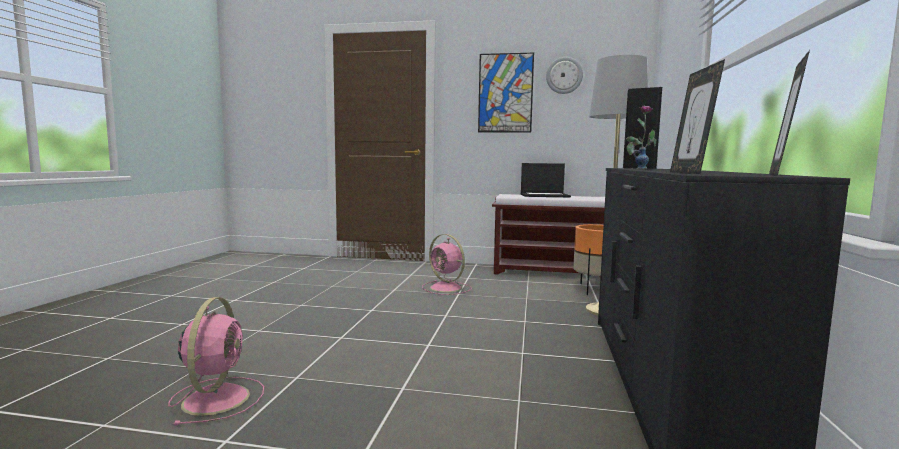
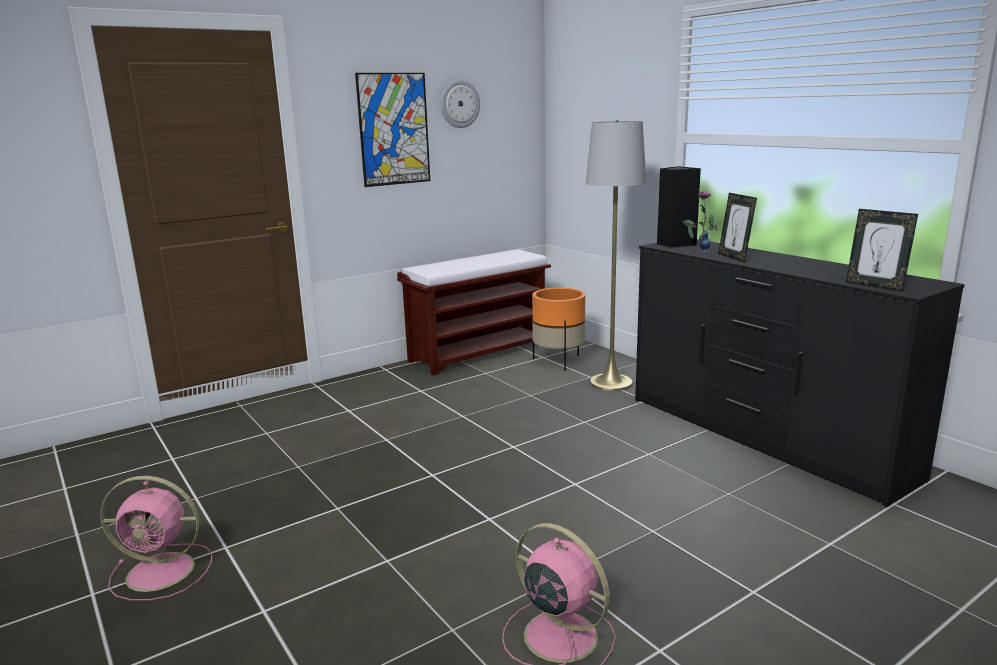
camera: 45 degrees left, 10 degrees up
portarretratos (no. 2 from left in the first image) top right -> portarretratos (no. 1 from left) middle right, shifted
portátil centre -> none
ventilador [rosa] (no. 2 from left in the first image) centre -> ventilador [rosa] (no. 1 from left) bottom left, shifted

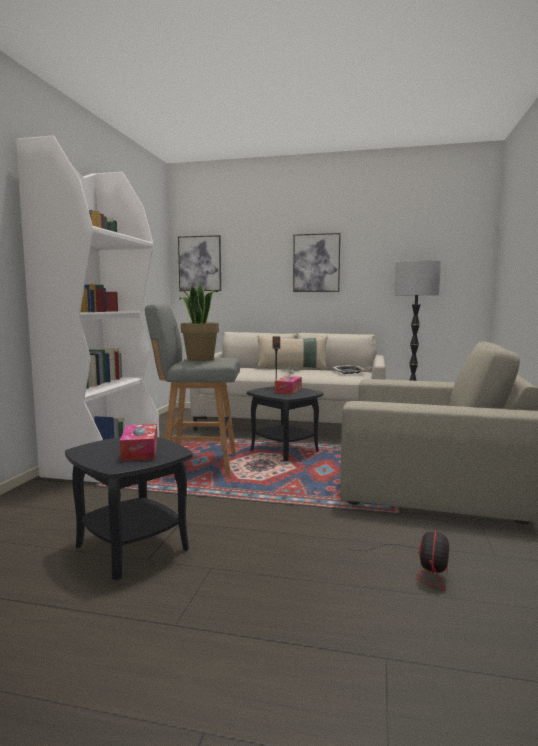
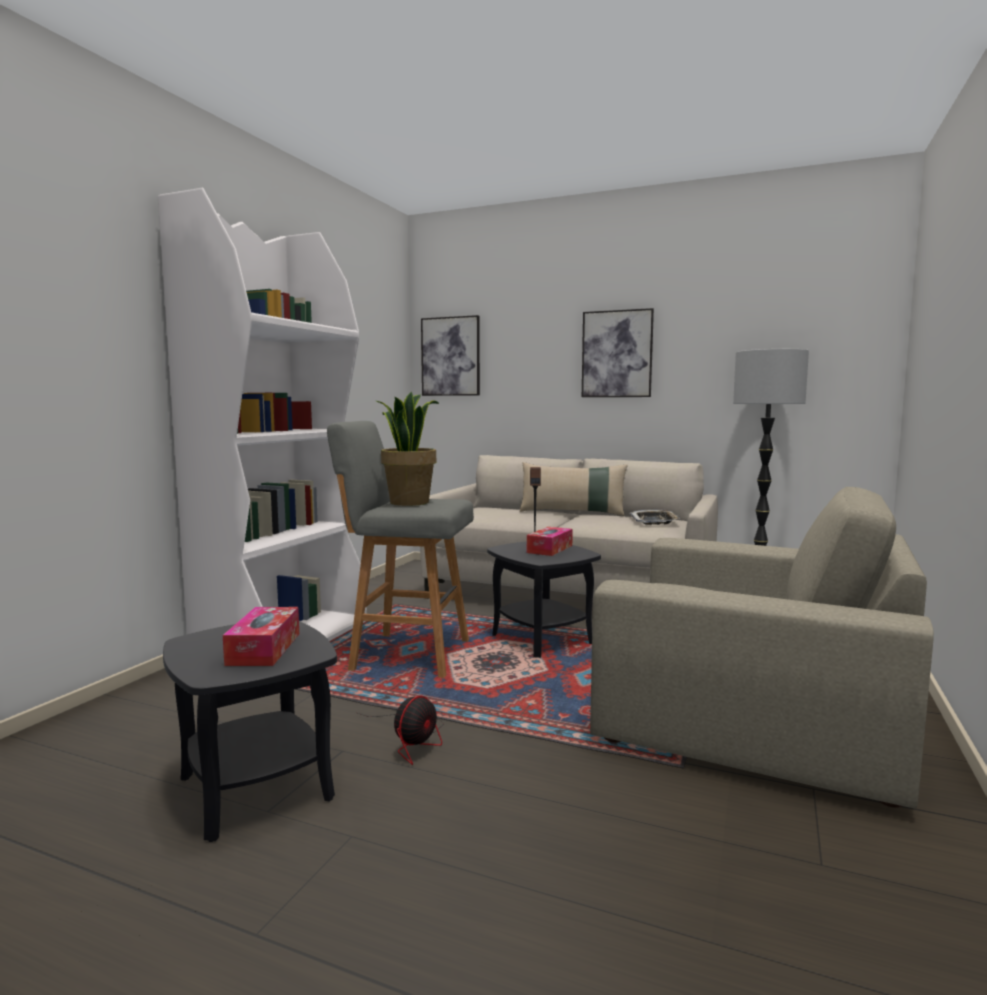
camera: 10 degrees right, 0 degrees up
ventilador bottom right -> ventilador bottom centre, shifted

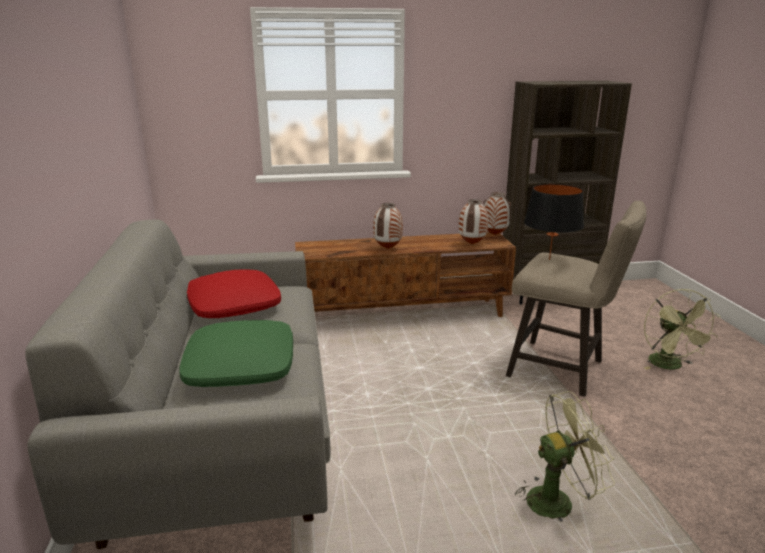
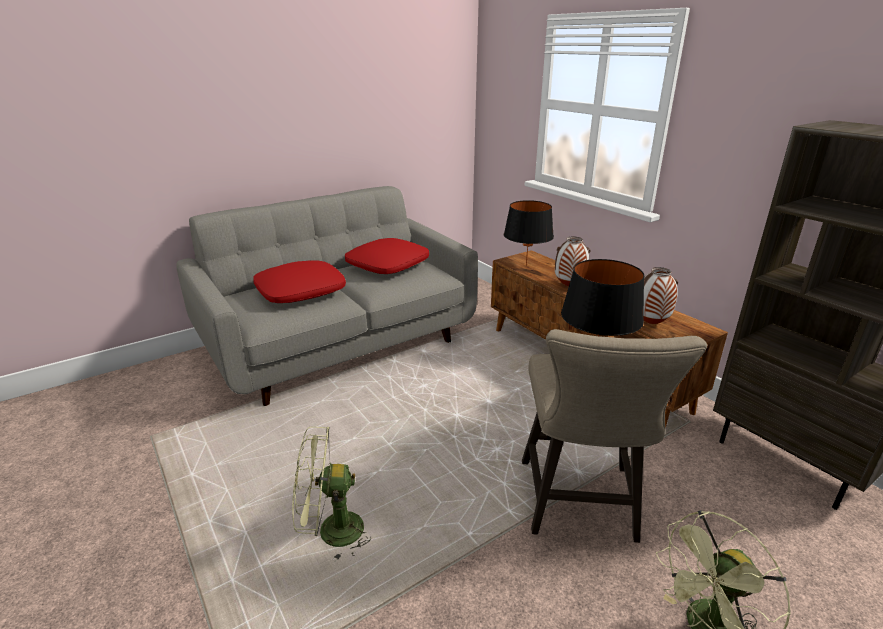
camera: 65 degrees right, 5 degrees up
florero (no. 3 from left) centre -> none
cojín [verde] middle left -> cojín [rojo] (no. 1 from left) centre
ventilador [verde] (no. 1 from left) bottom right -> ventilador [verde] (no. 1 from left) bottom centre, 120 degrees clockwise
none -> lámpara de mesa [negro] (no. 1 from left) centre

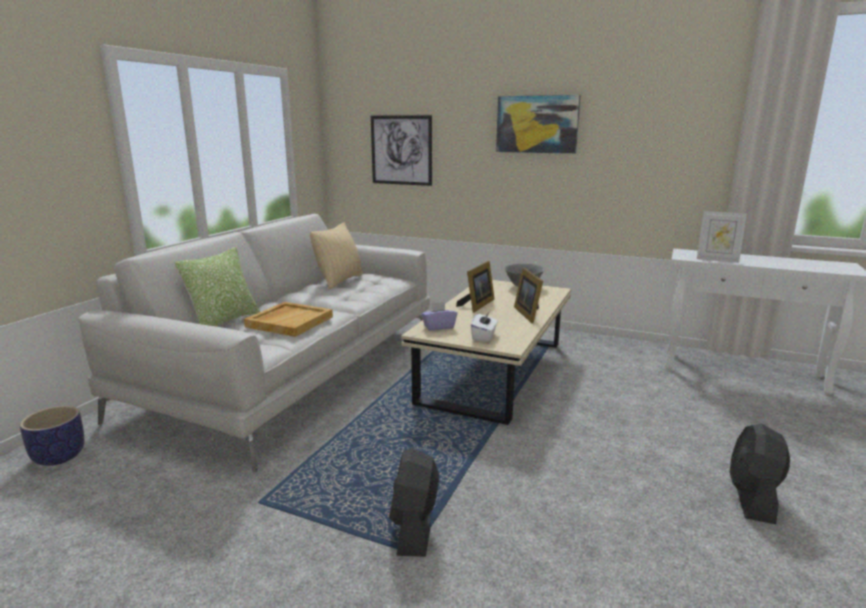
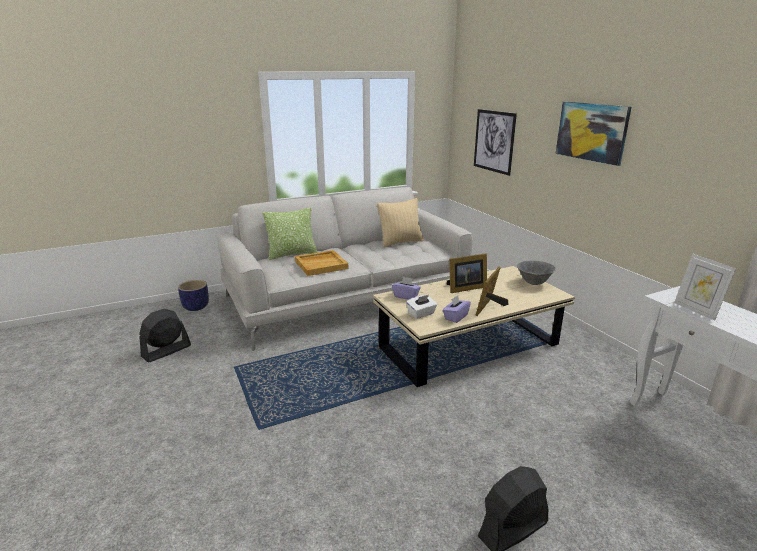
camera: 40 degrees right, 5 degrees up
ventilador [negro] (no. 1 from left) bottom centre -> ventilador [negro] (no. 1 from left) middle left, shifted
none -> caja de pañuelos [morado] (no. 2 from left) centre

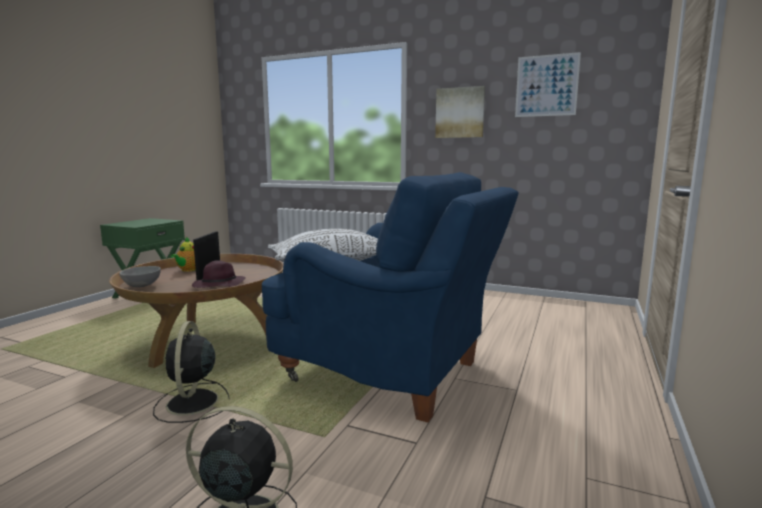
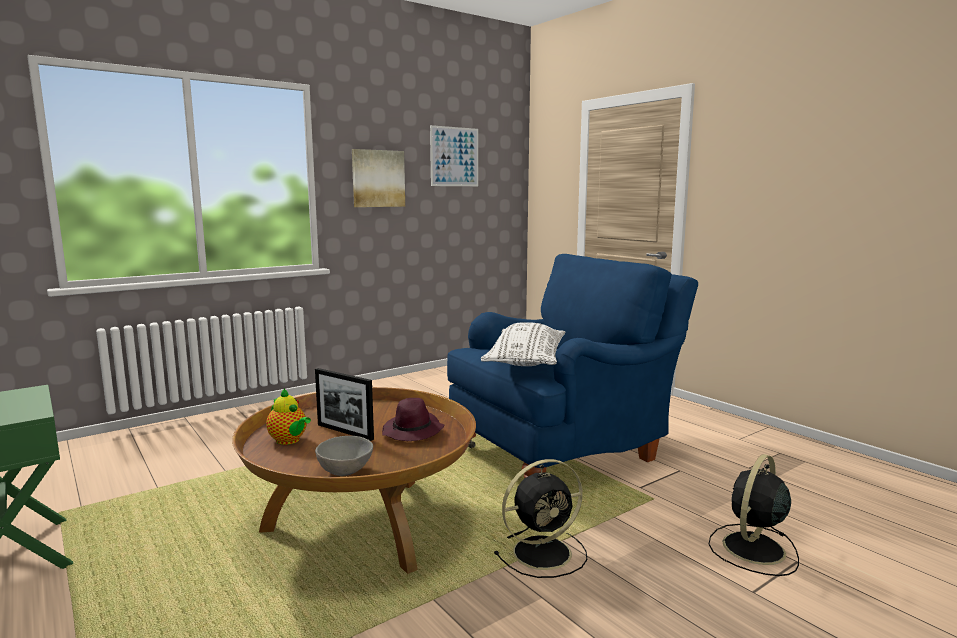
camera: 60 degrees left, 0 degrees up
ventilador [negro] (no. 1 from left) bottom left -> ventilador [negro] (no. 1 from left) bottom centre, 45 degrees counterclockwise

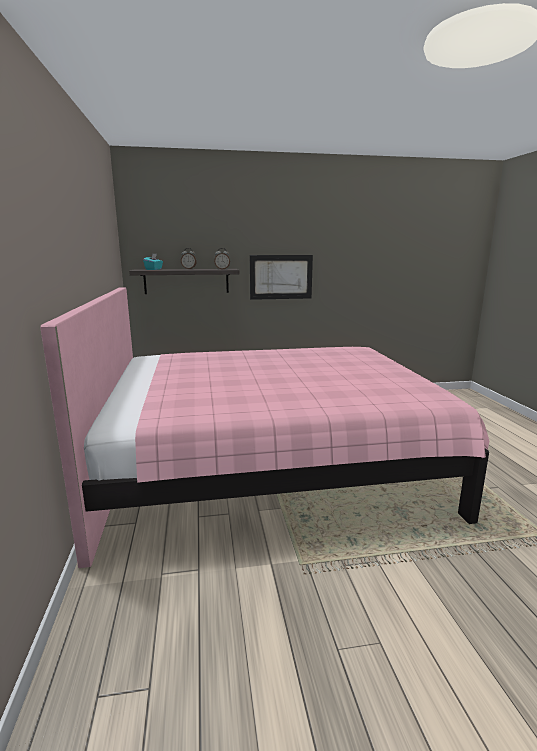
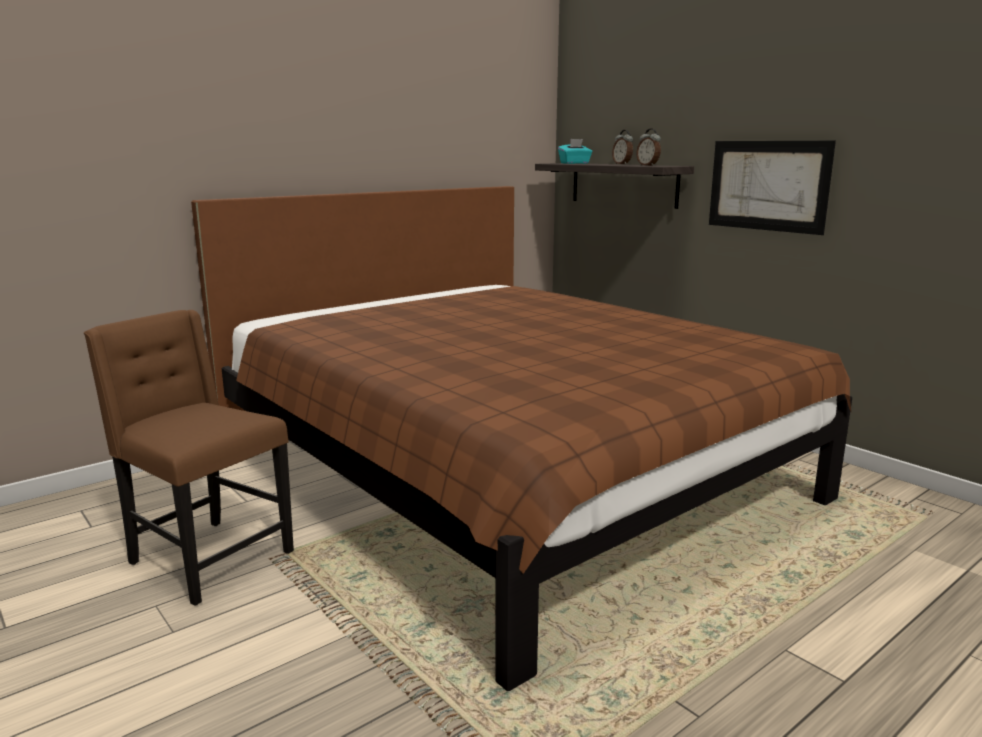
camera: 60 degrees right, 0 degrees up
cama [rosa] centre -> cama [marrón] centre
none -> silla [marrón] middle left

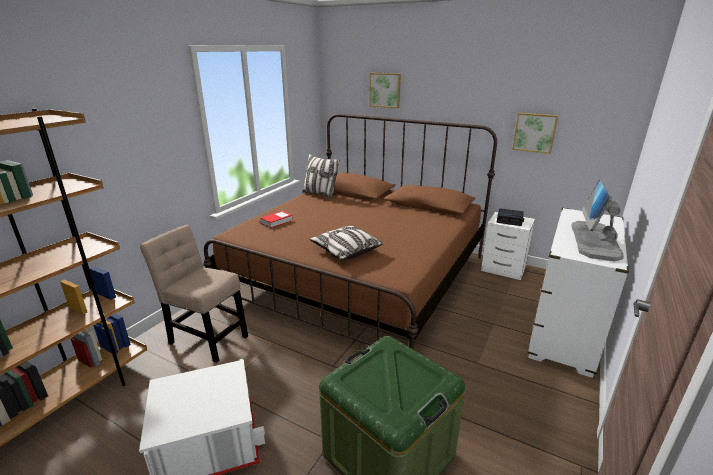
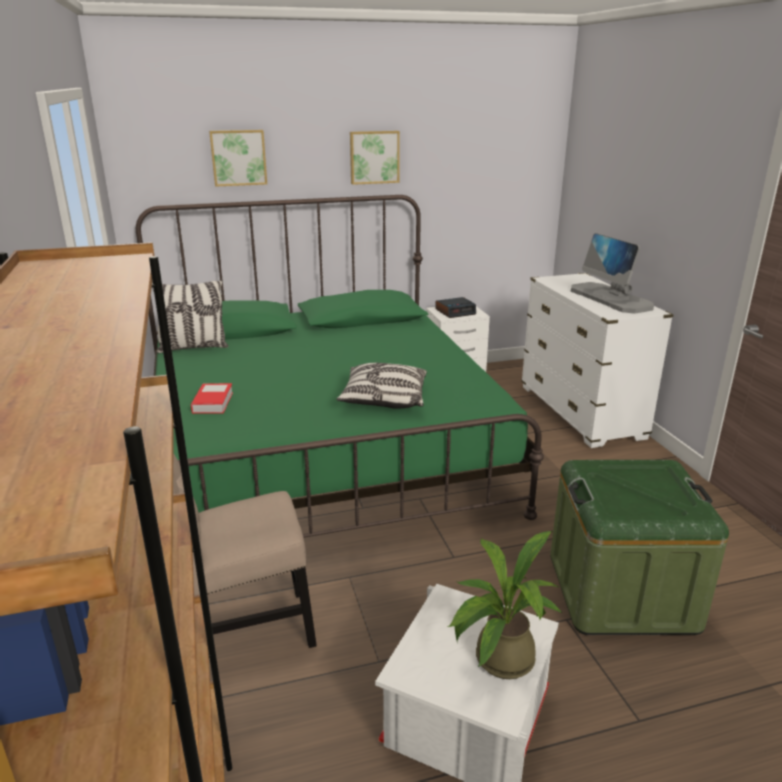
camera: 45 degrees left, 0 degrees up
cuadro (no. 2 from left) top right -> cuadro (no. 2 from left) top centre, shifted
cama [marrón] centre -> cama [verde] centre
none -> planta en maceta bottom centre

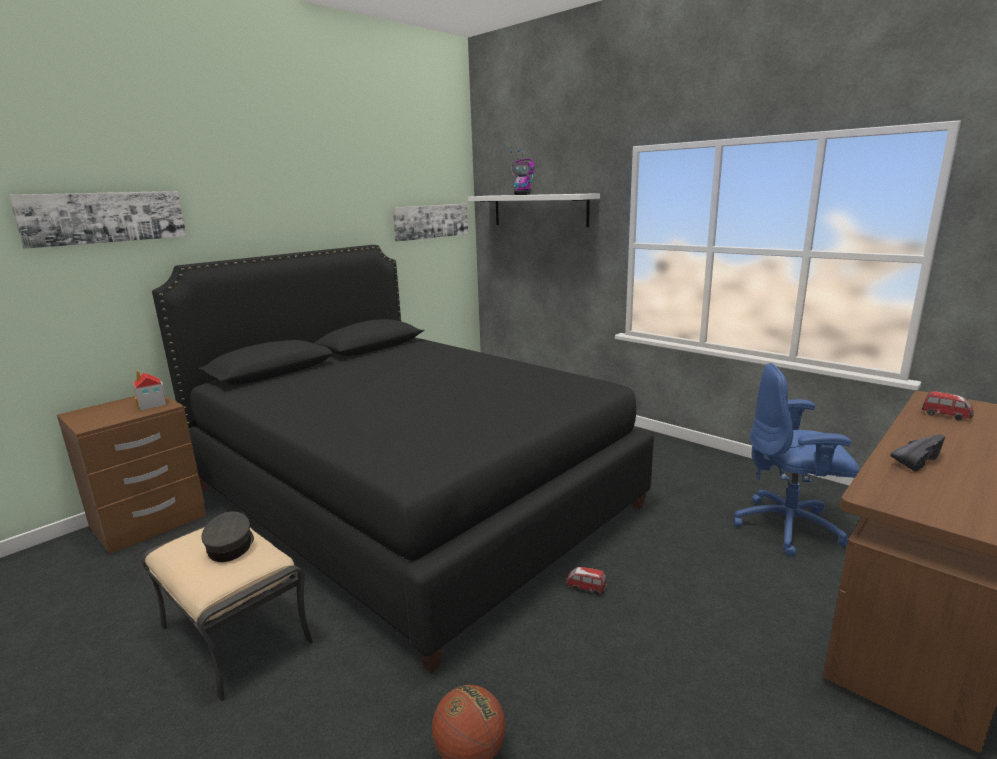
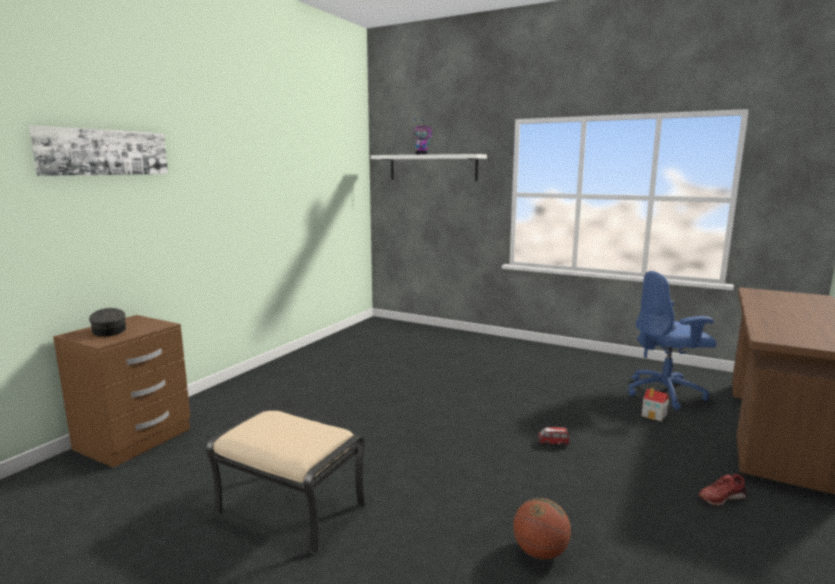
camera: 15 degrees left, 5 degrees down
cuadro (no. 2 from left) top centre -> none
cama [negro] centre -> none
casita middle left -> casita bottom right, shifted
coche de juguete (no. 2 from left) middle right -> none
zapato [negro] middle right -> none
gorra [gris] bottom left -> gorra [gris] middle left, shifted
none -> zapato [rojo] bottom right

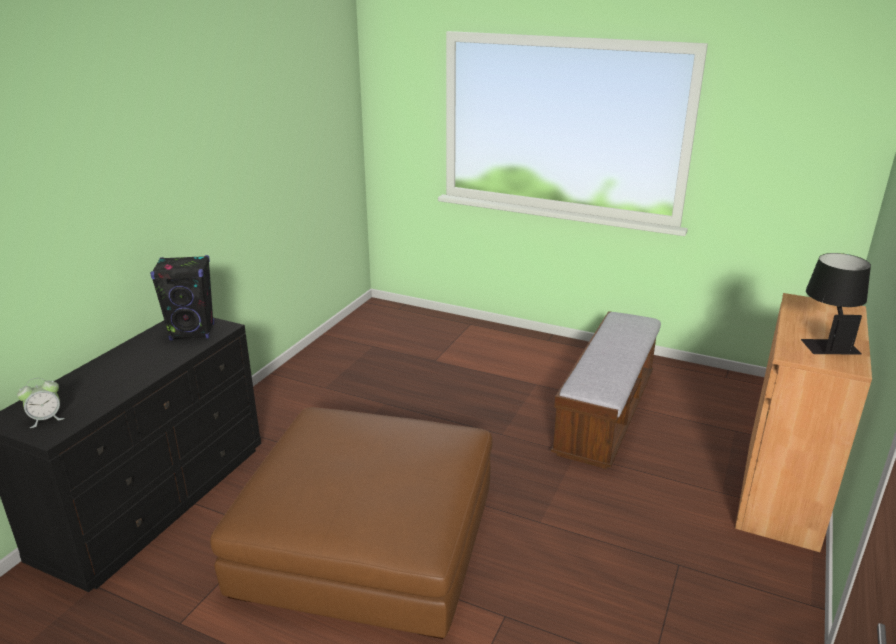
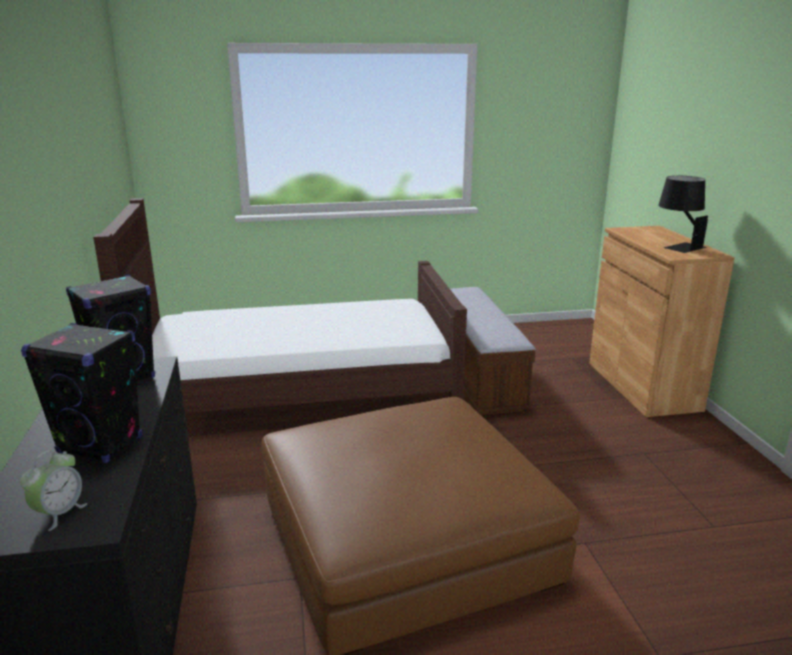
camera: 35 degrees left, 5 degrees down
none -> cama [marrón] centre
none -> altavoz [negro] (no. 1 from left) middle left

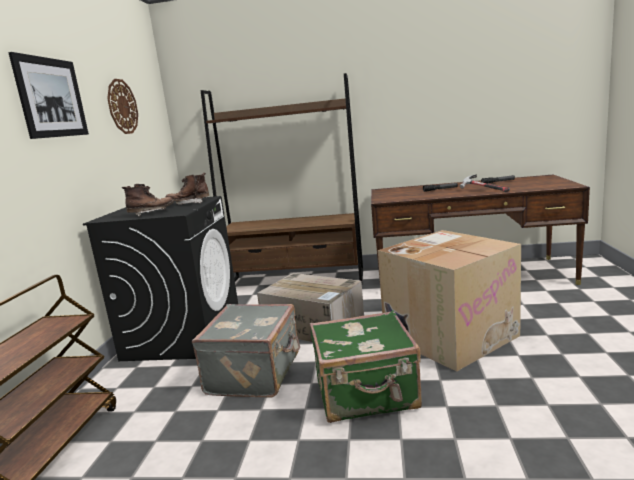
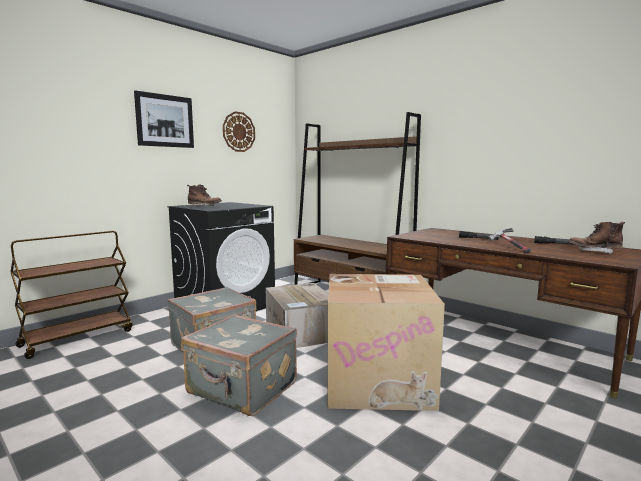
camera: 35 degrees right, 5 degrees down
bota [marrón] (no. 2 from left) middle left -> bota [marrón] (no. 2 from left) middle right, shifted
maleta [verde] bottom centre -> maleta [gris] (no. 2 from left) bottom centre

